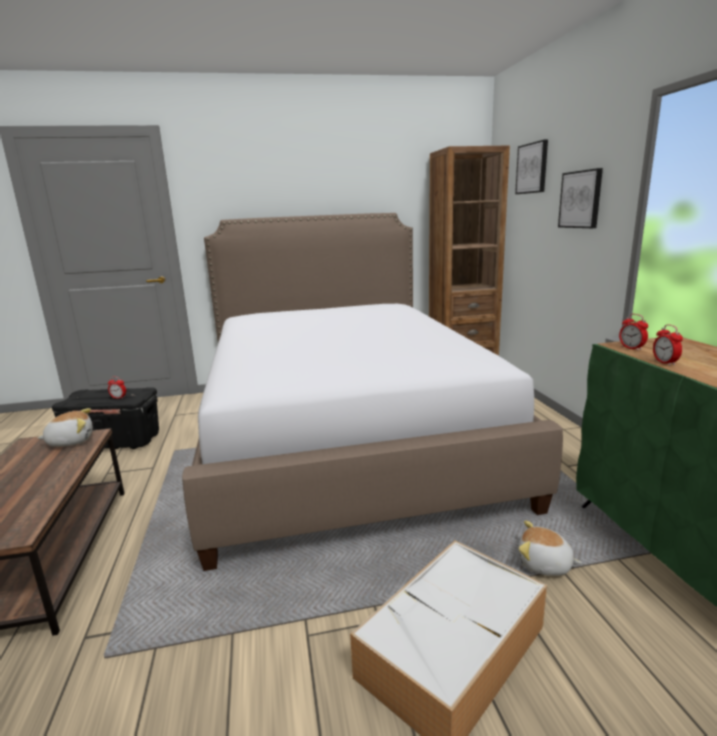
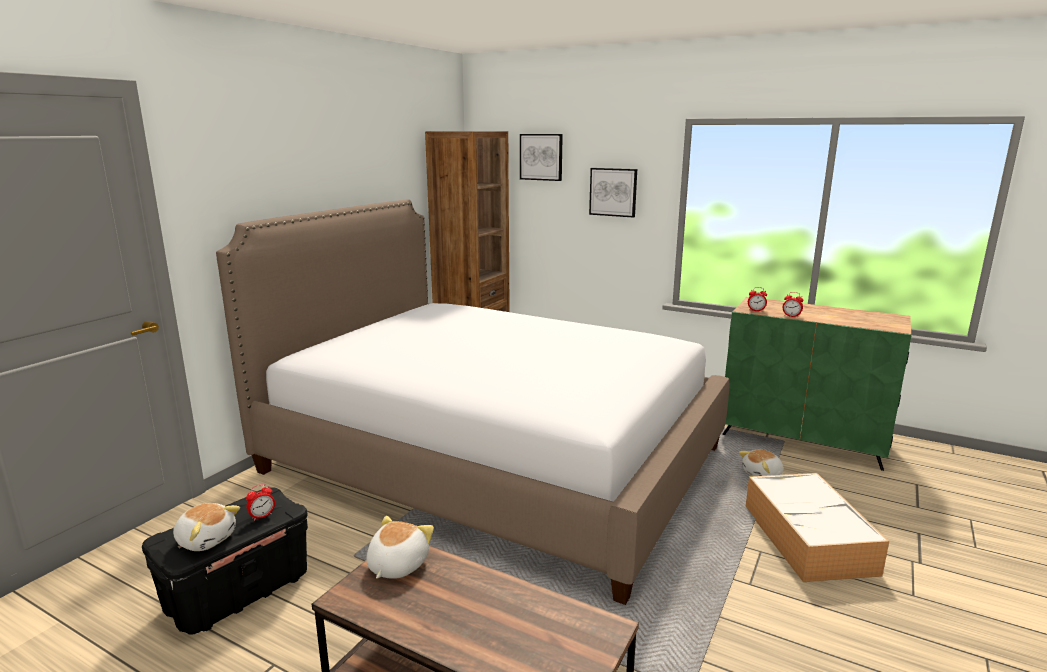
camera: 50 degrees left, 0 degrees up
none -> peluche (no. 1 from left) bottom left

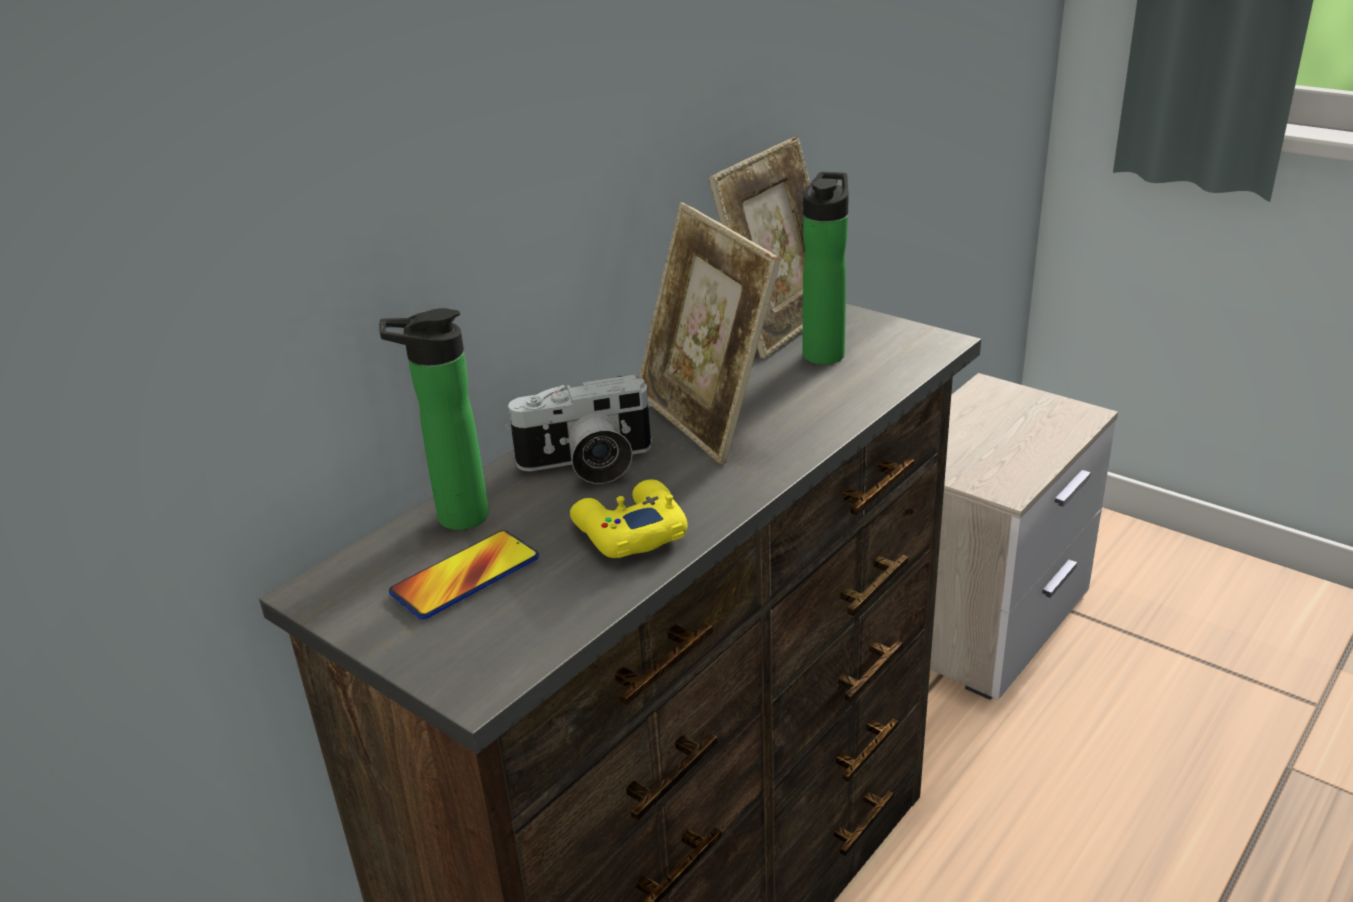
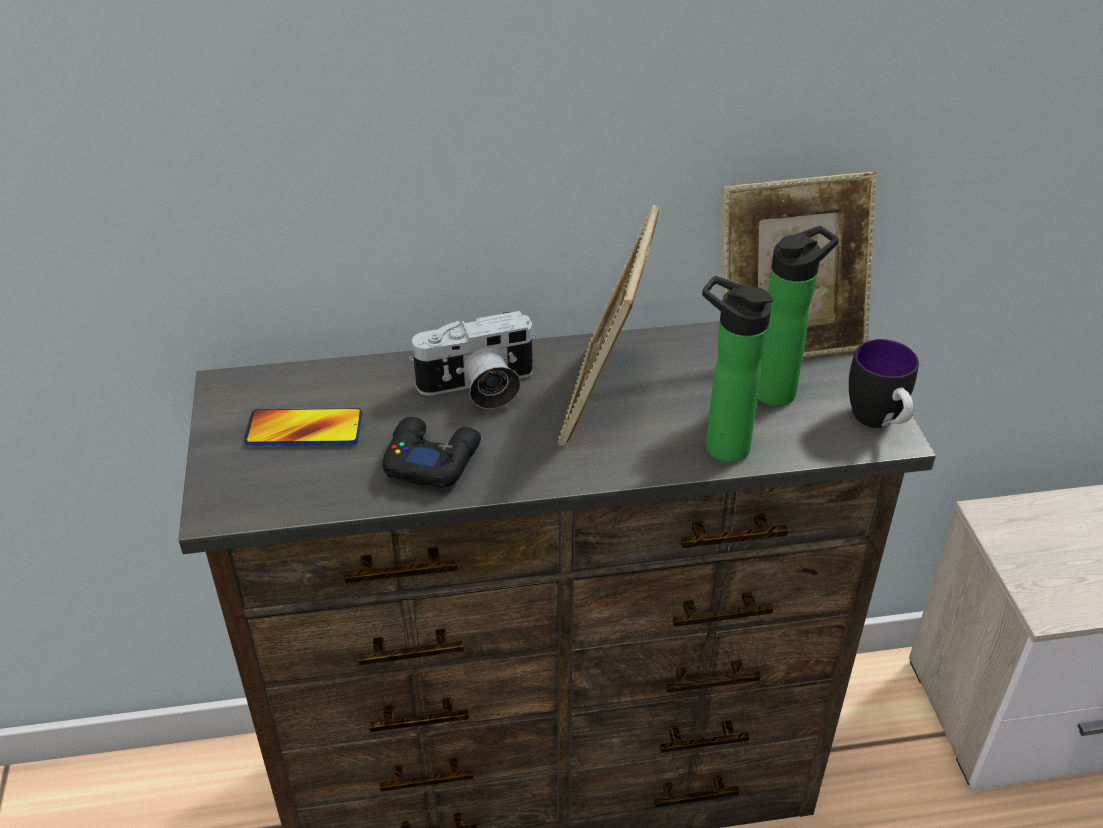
camera: 40 degrees right, 10 degrees up
botella (no. 1 from left) middle left -> botella (no. 1 from left) middle right, shifted
cámara centre, 45 degrees counterclockwise
mando de consola [amarillo] centre -> mando de consola [negro] centre
none -> taza grande middle right

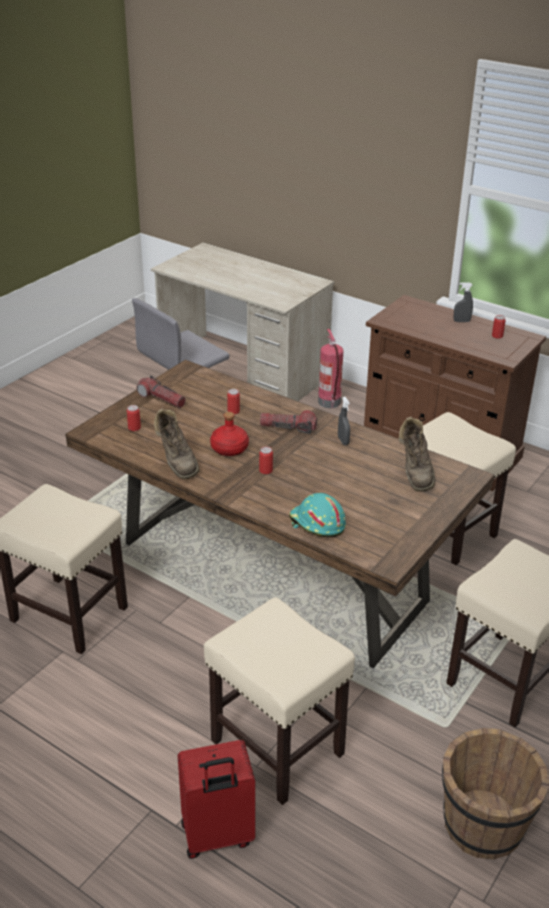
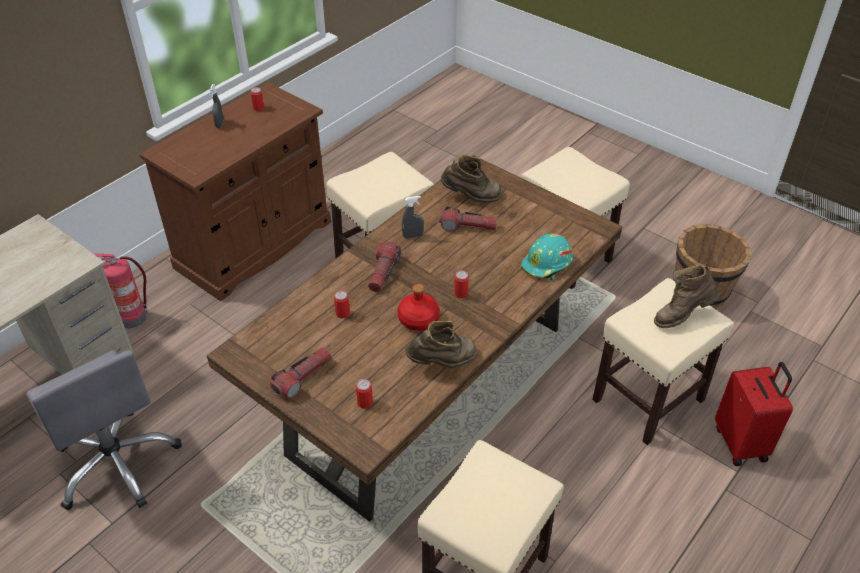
camera: 85 degrees left, 10 degrees up
none -> linterna (no. 3 from left) centre
none -> bota [marrón] (no. 3 from left) middle right

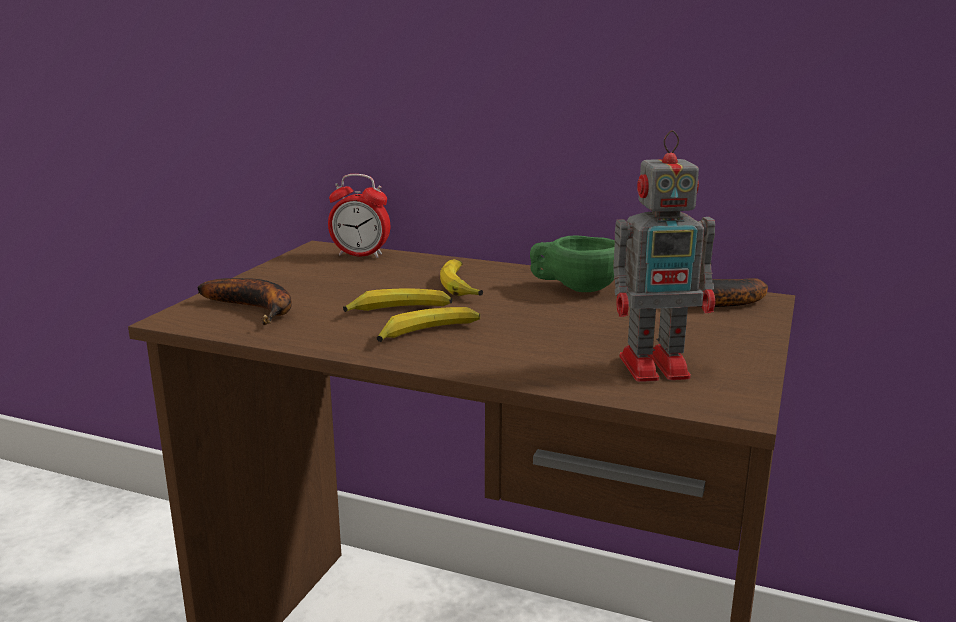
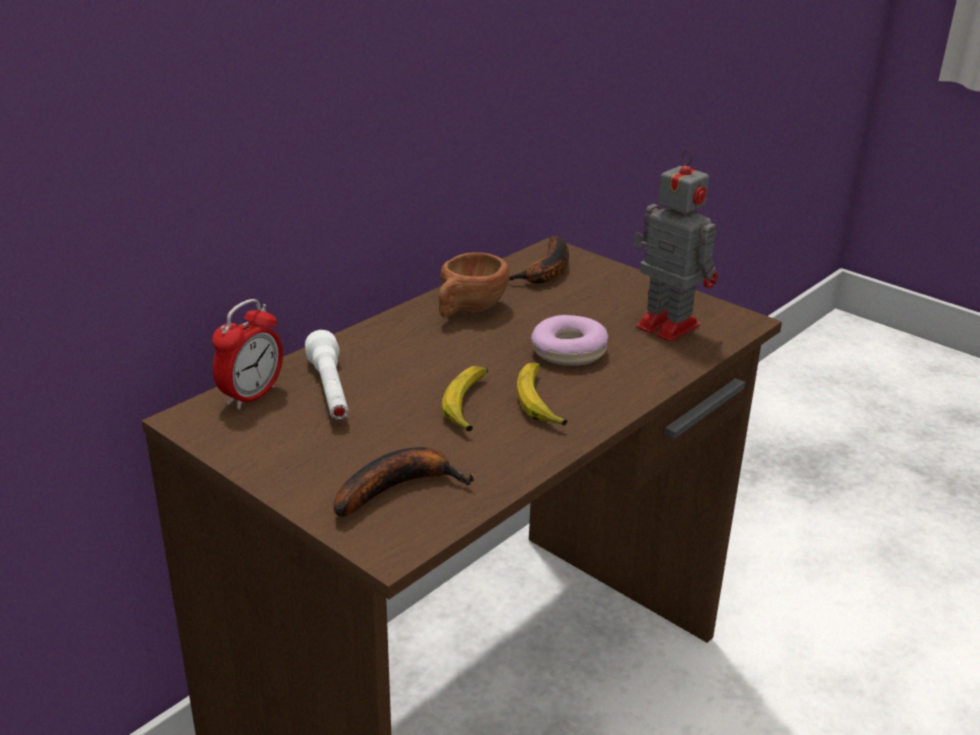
camera: 70 degrees left, 10 degrees up
robot de juguete middle right, 60 degrees counterclockwise
taza [verde] centre -> taza [marrón] centre
plátano (no. 4 from left) centre -> none
none -> rosquilla centre
none -> linterna [blanco] centre

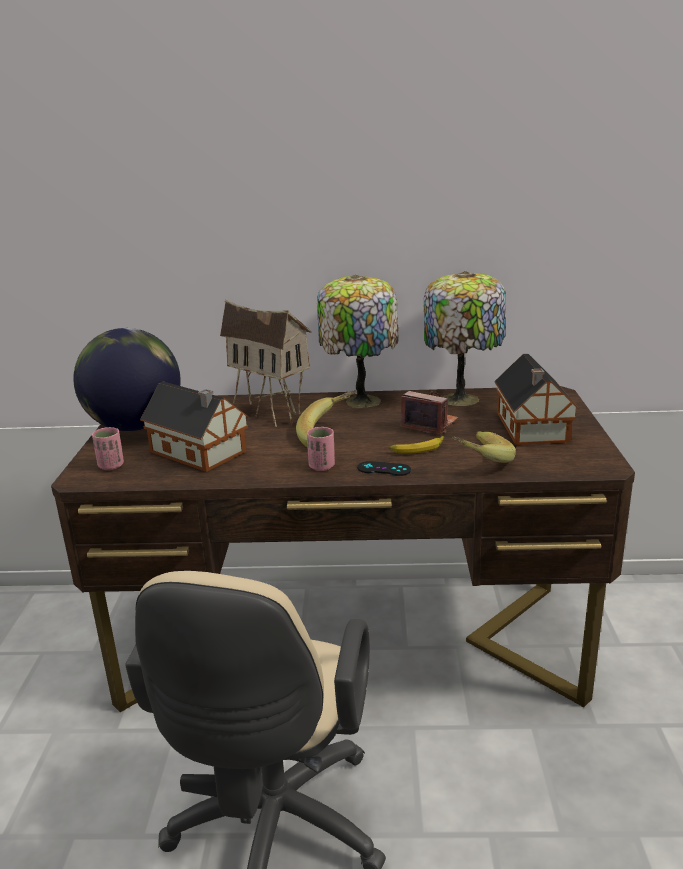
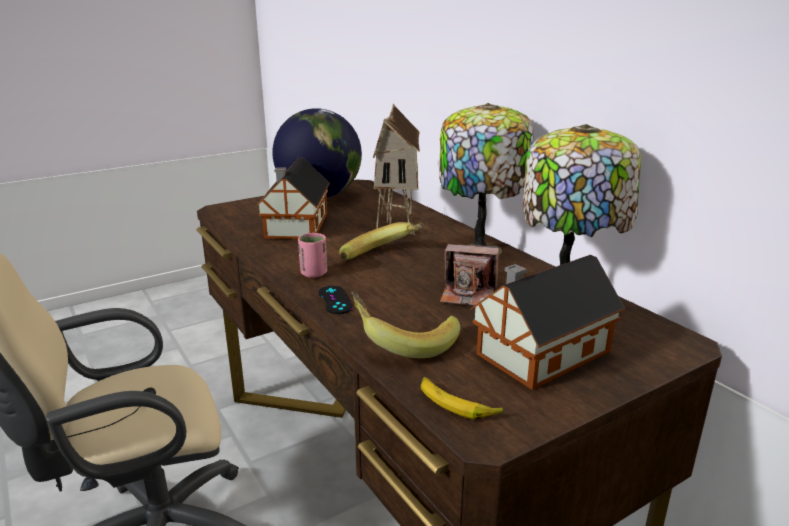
camera: 55 degrees right, 0 degrees up
cámara centre, 105 degrees clockwise
taza [rosa] (no. 1 from left) middle left -> none
plátano (no. 2 from left in the first image) centre -> plátano (no. 3 from left) bottom centre, shifted

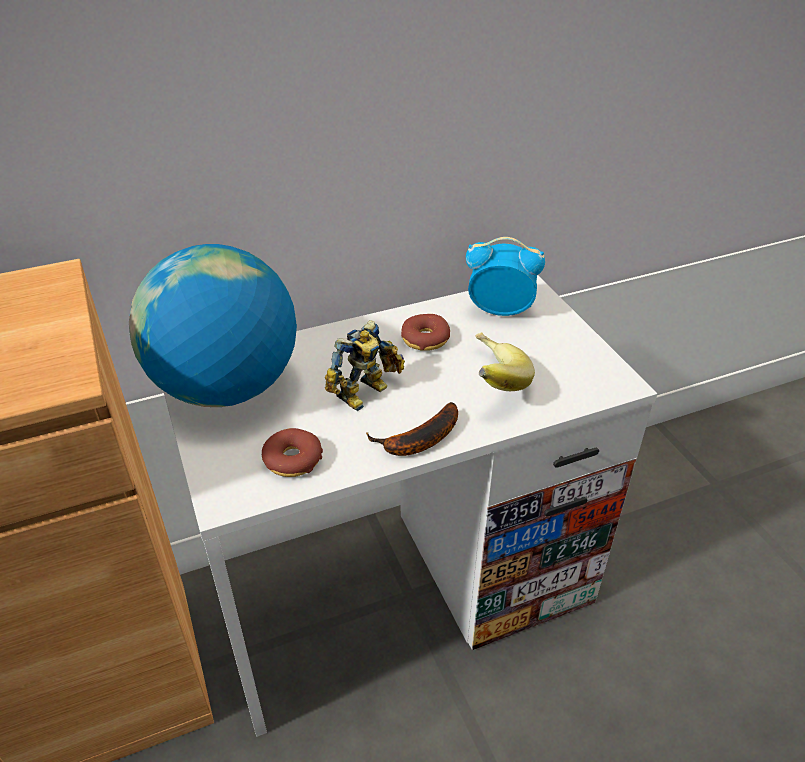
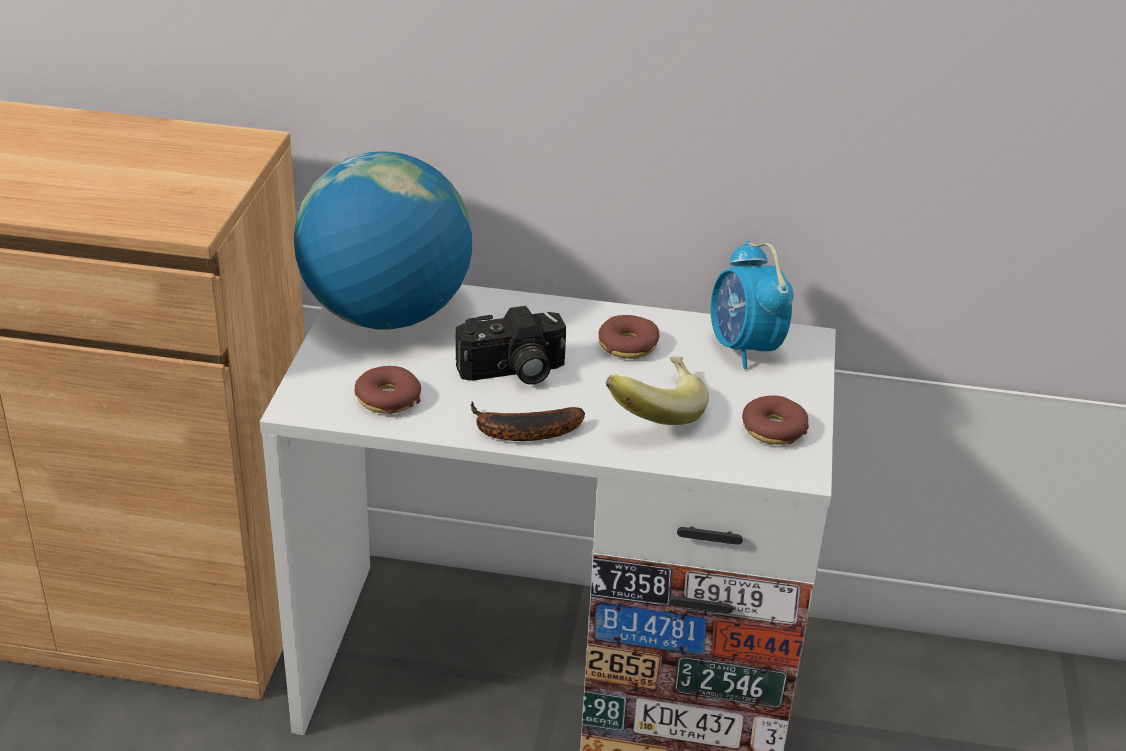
camera: 30 degrees right, 5 degrees down
despertador centre -> despertador middle right, 150 degrees counterclockwise
robot de juguete centre -> cámara centre
none -> rosquilla (no. 3 from left) middle right

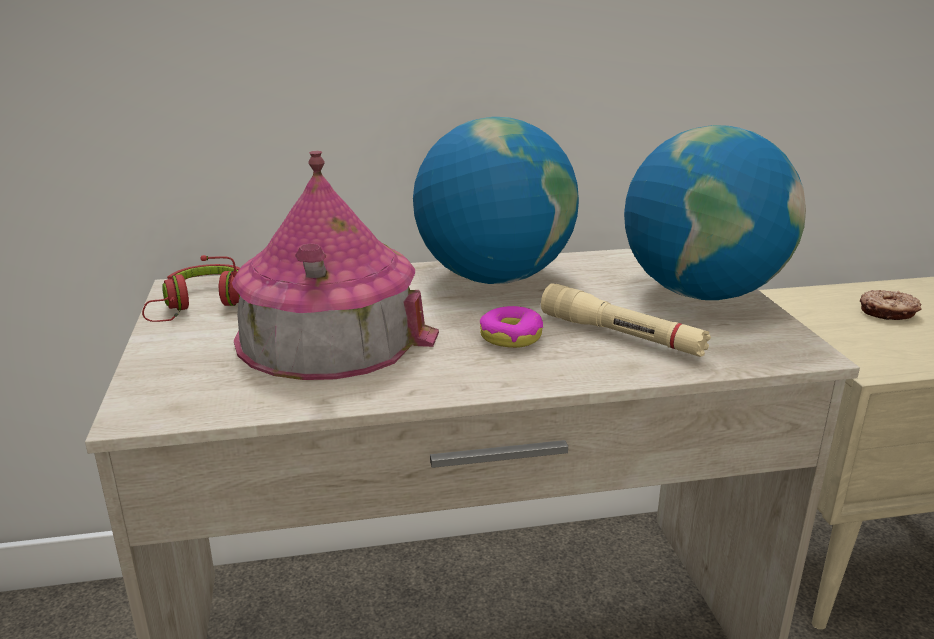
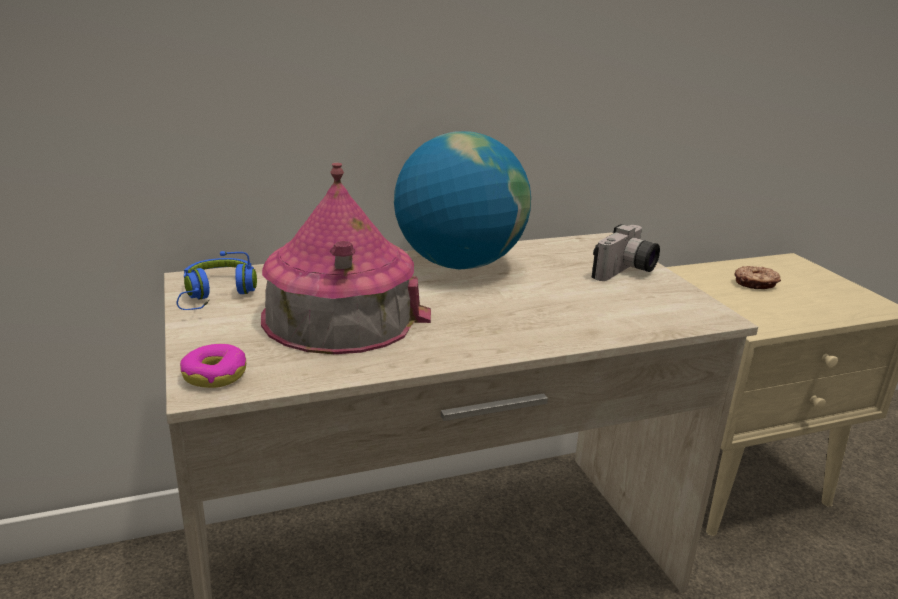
camera: 10 degrees left, 0 degrees up
globo terráqueo (no. 2 from left) top right -> cámara middle right
auriculares [rojo] middle left -> auriculares [azul] middle left
linterna [beis] middle right -> none
rosquilla (no. 1 from left) centre -> rosquilla (no. 1 from left) middle left, shifted

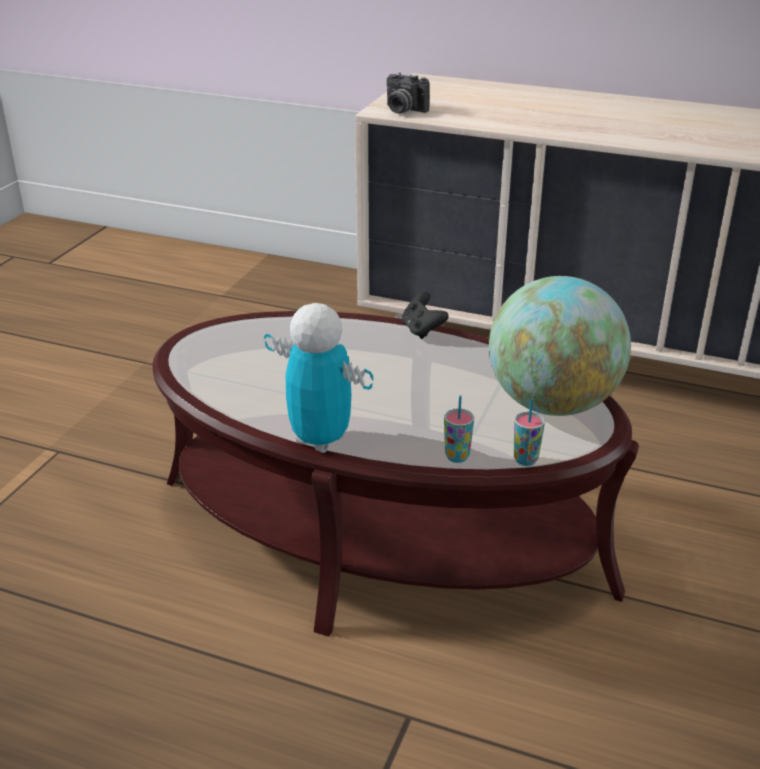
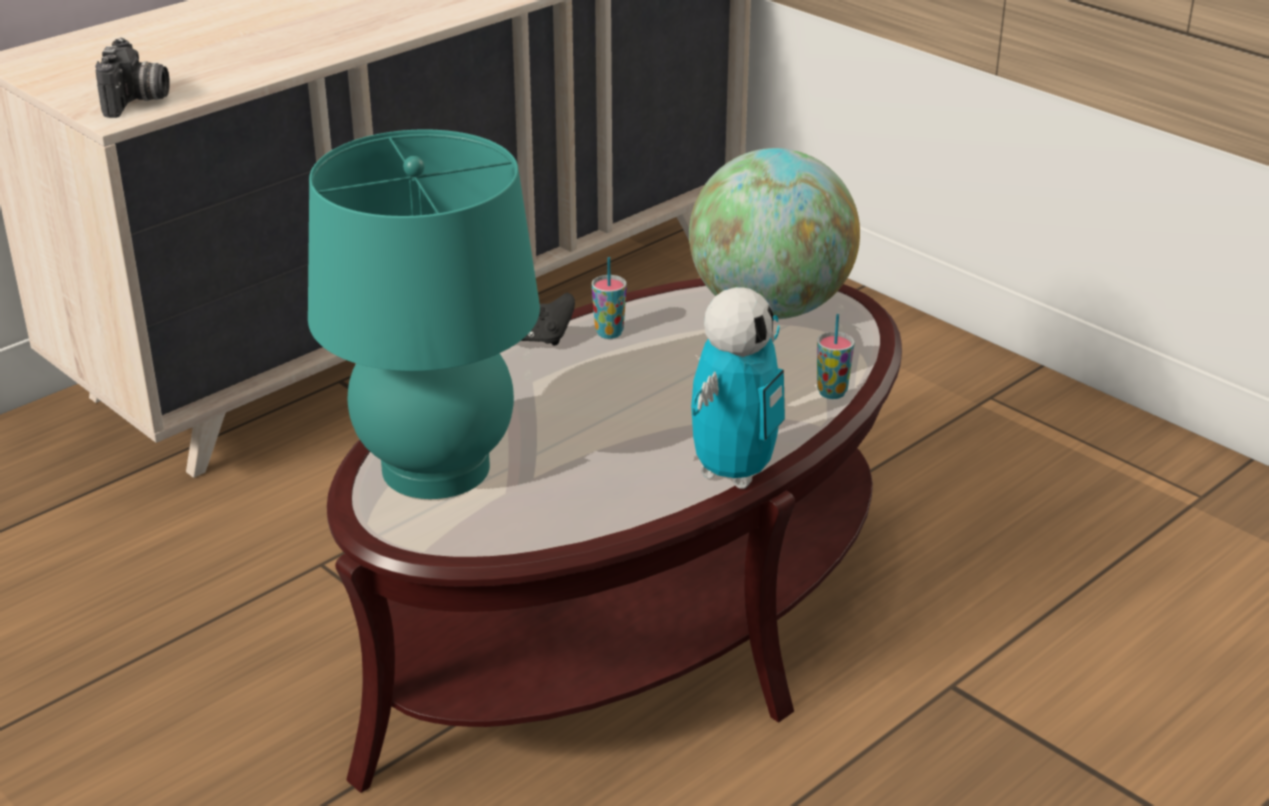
camera: 65 degrees left, 0 degrees up
cámara top centre -> cámara top left, 60 degrees counterclockwise
robot de juguete centre, 150 degrees clockwise
taza (no. 2 from left in the first image) middle right -> taza (no. 1 from left) centre, shifted
none -> lámpara de mesa [turquesa] centre

